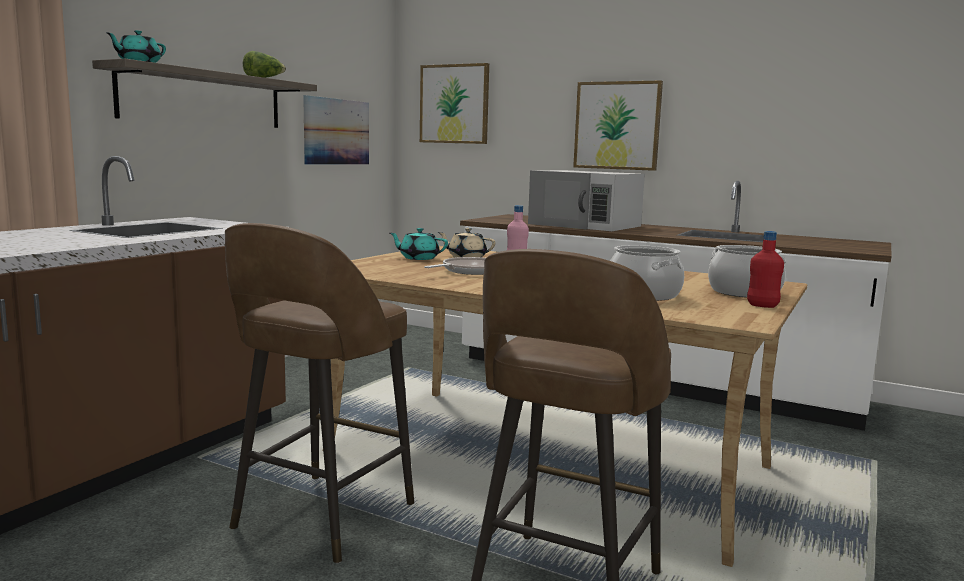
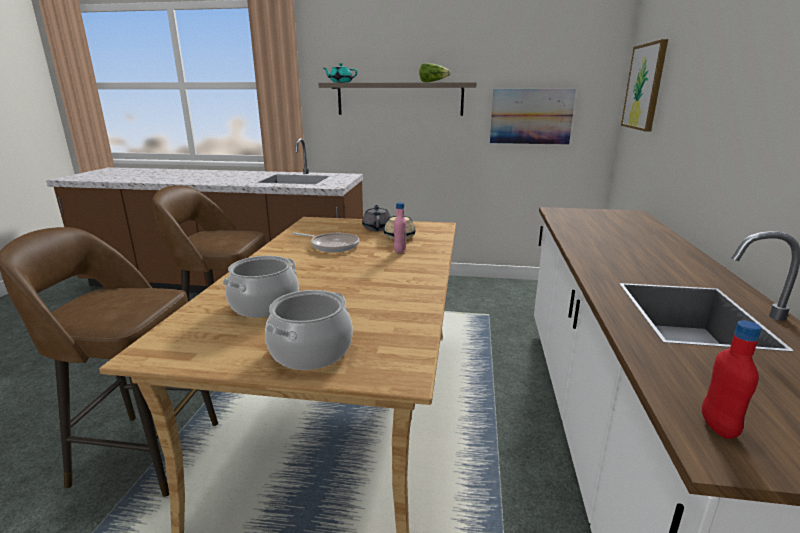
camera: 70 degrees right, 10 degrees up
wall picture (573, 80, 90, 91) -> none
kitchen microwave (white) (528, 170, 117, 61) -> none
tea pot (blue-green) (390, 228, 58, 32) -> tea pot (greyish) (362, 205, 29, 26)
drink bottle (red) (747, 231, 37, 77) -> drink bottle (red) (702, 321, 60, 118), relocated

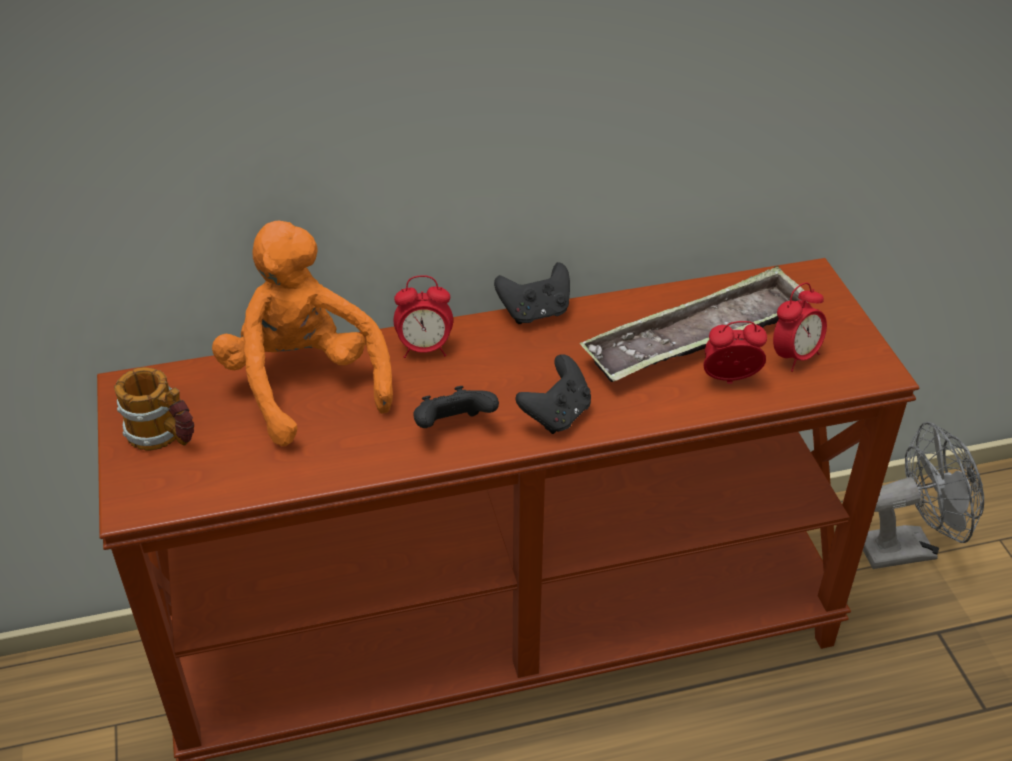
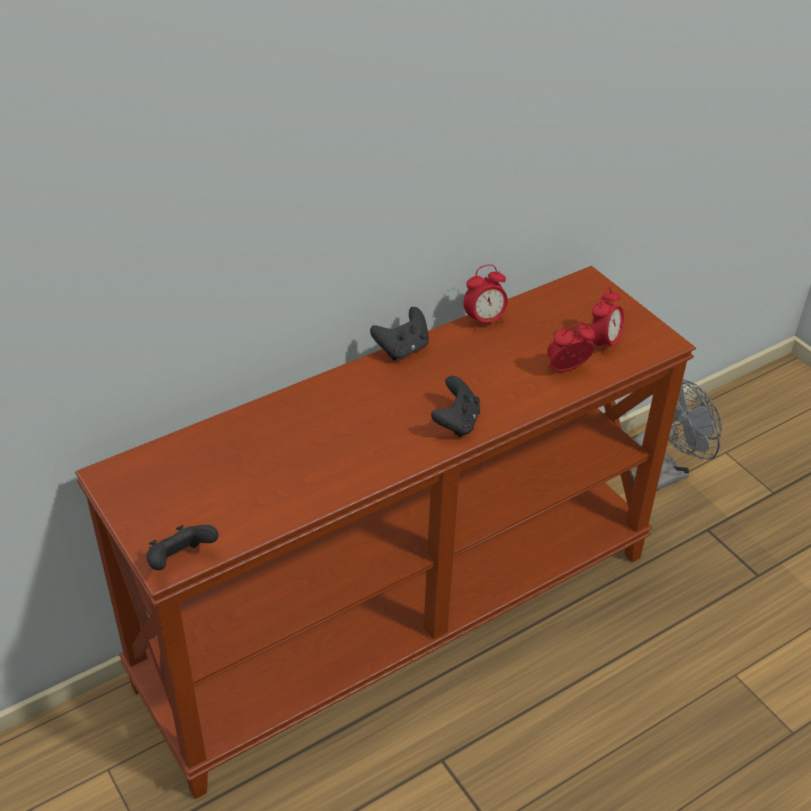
camera: 20 degrees left, 0 degrees up
cuddly toy (orange) (212, 220, 181, 226) -> none
tray (580, 266, 225, 116) -> none
alarm clock (394, 275, 59, 83) -> alarm clock (464, 264, 44, 65), relocated
tea mug (114, 367, 80, 84) -> none
game controller (black-coloured) (413, 386, 86, 42) -> game controller (black-coloured) (146, 525, 72, 45), relocated

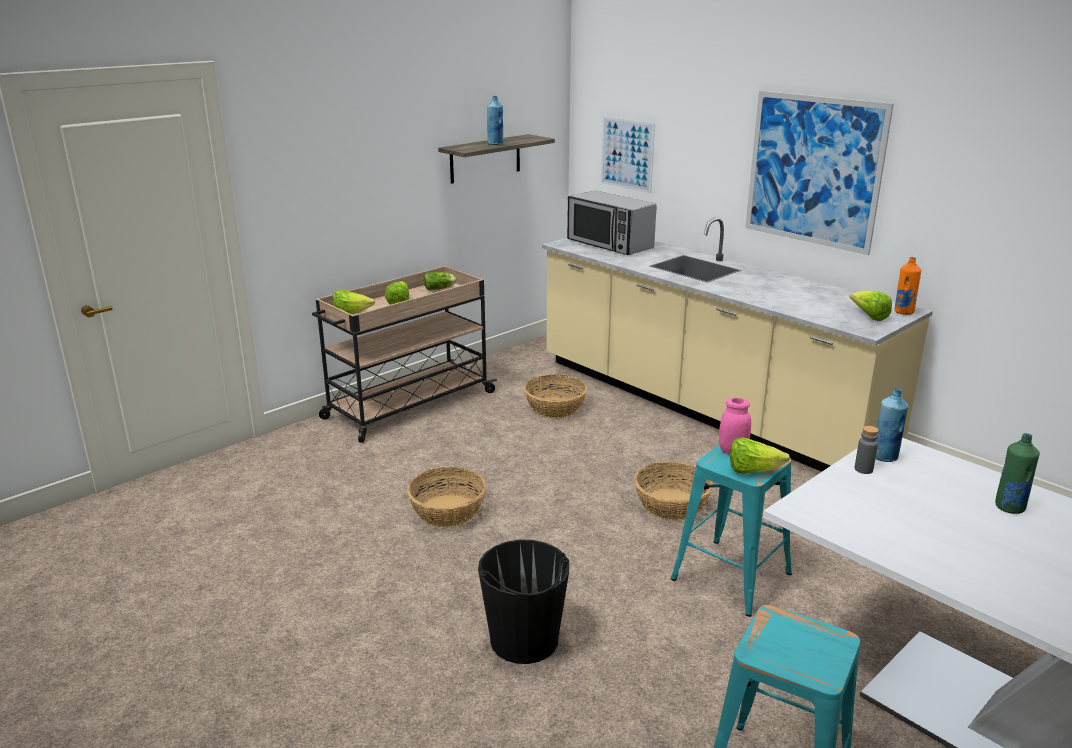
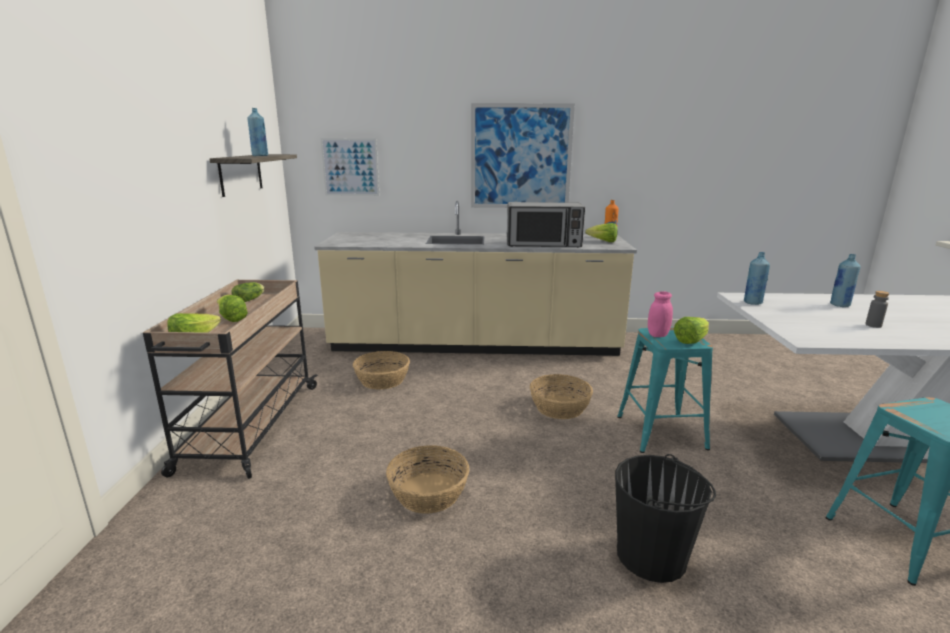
camera: 45 degrees left, 5 degrees down
kitchen microwave (567, 190, 90, 65) -> kitchen microwave (507, 202, 78, 45), relocated
drink bottle (greyish) (855, 426, 24, 48) -> drink bottle (greyish) (865, 291, 24, 37), relocated
drink bottle (green) (995, 433, 45, 81) -> drink bottle (bluish) (830, 254, 31, 53)

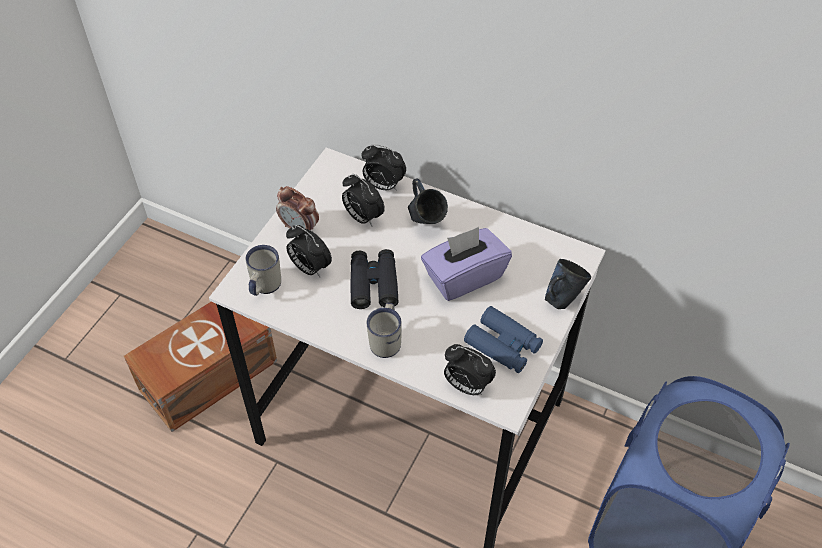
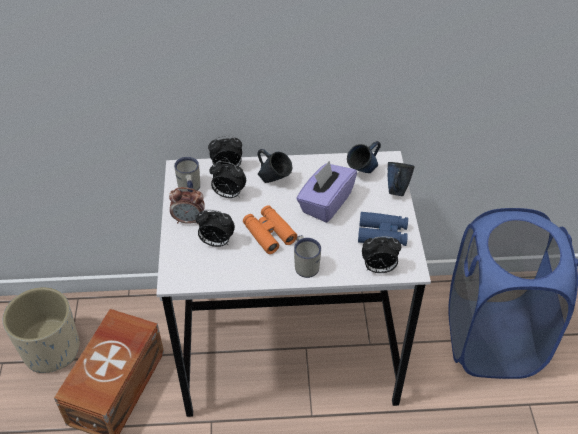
camera: 30 degrees left, 5 degrees down
tea mug (white) (245, 245, 36, 51) -> tea mug (white) (174, 157, 26, 35), relocated
field glasses (black-coloured) (350, 249, 49, 60) -> field glasses (orange) (243, 205, 55, 49)
none -> tea mug (bluish) (347, 141, 34, 32)
none -> flower pot (beige) (3, 287, 76, 86)

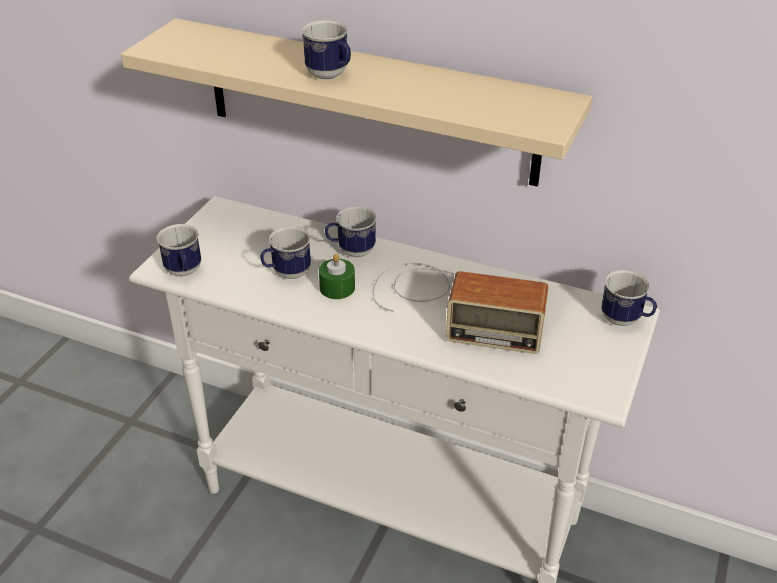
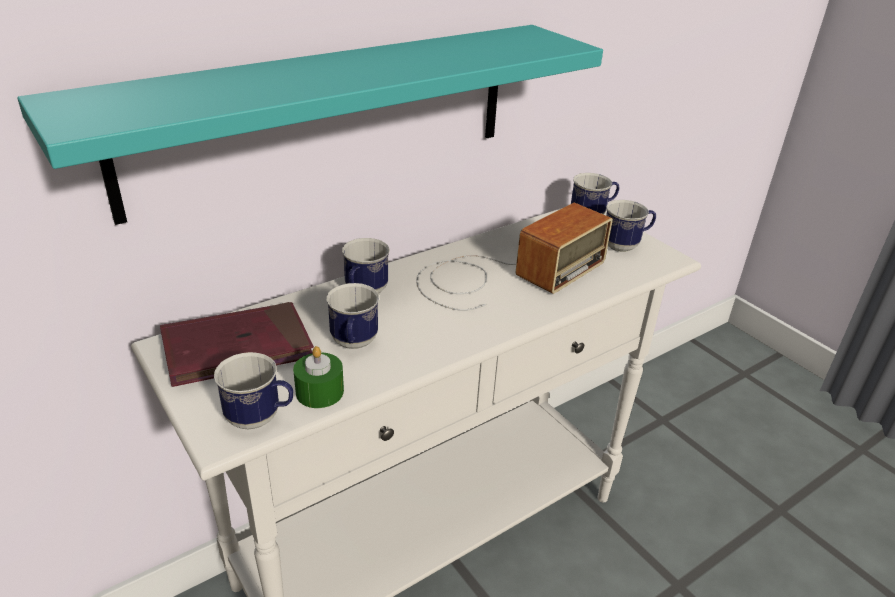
camera: 60 degrees left, 5 degrees down
bracket shelf (beige) (121, 18, 471, 168) -> bracket shelf (blue-green) (17, 25, 586, 200)
tea mug (301, 20, 50, 60) -> tea mug (606, 200, 50, 52), relocated
candle (green) (319, 254, 36, 45) -> candle (green) (293, 346, 51, 62), relocated
none -> volume (red) (160, 302, 154, 85)

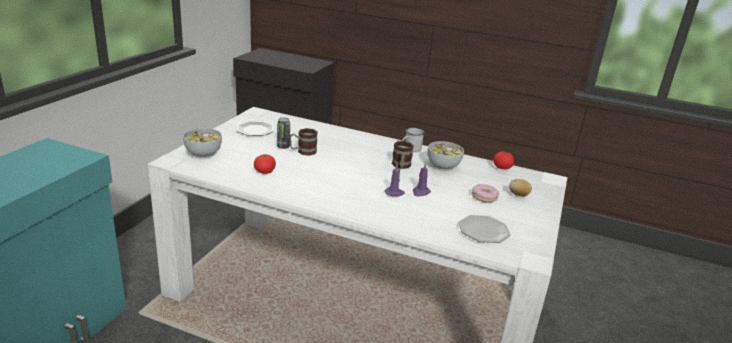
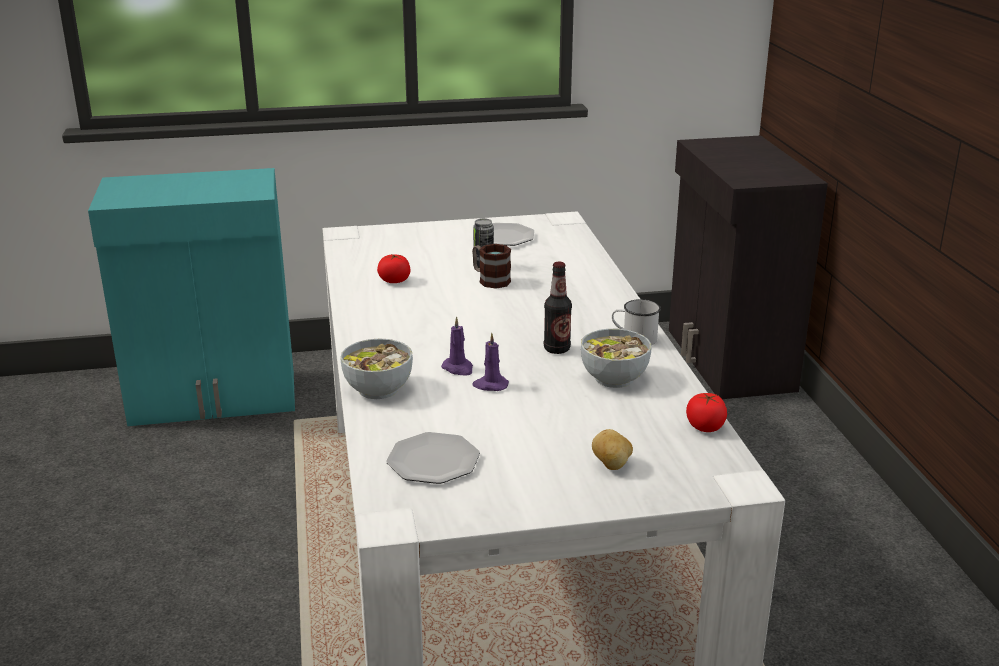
camera: 60 degrees right, 0 degrees up
deep dish (183, 128, 39, 31) -> deep dish (340, 339, 73, 60), relocated
tea mug (392, 141, 22, 28) -> drink bottle (544, 261, 28, 93)
doughnut (472, 184, 27, 18) -> none

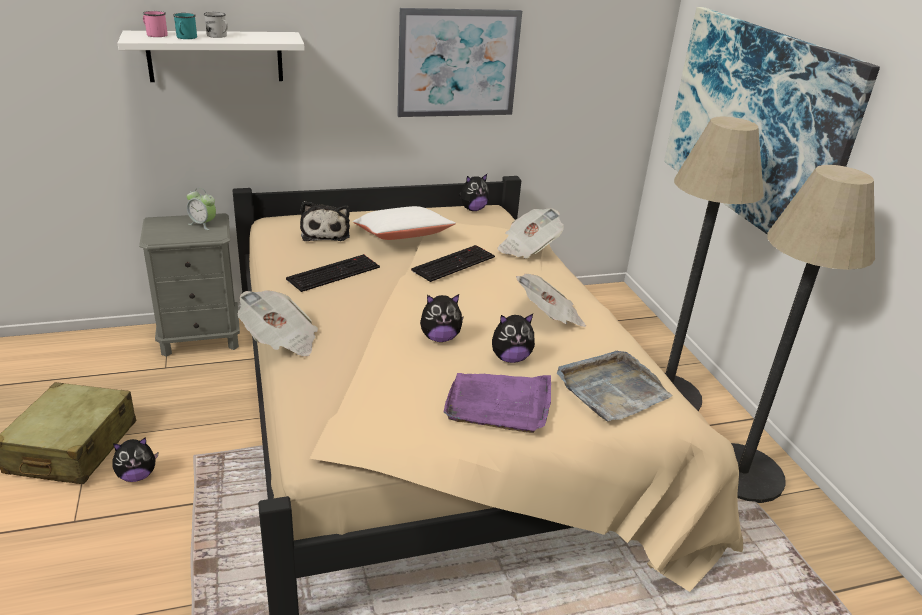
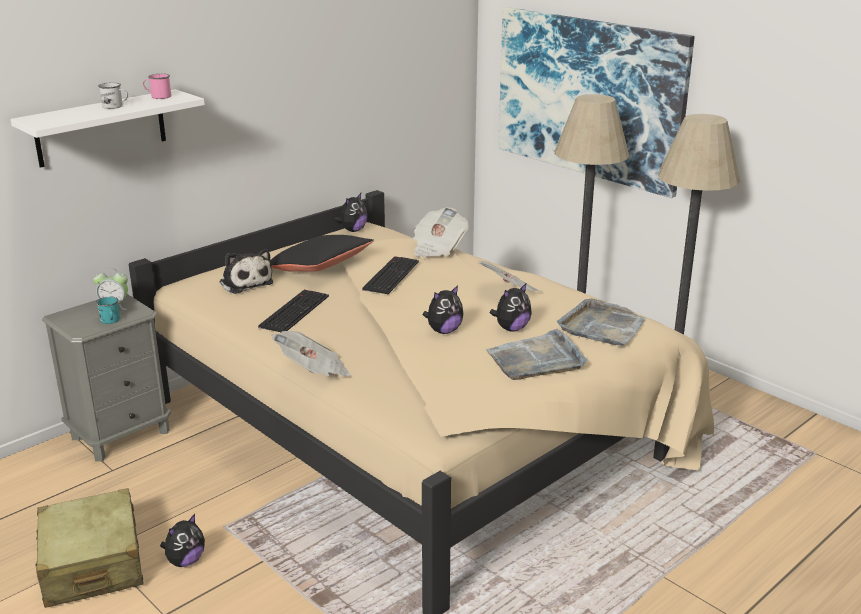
camera: 25 degrees left, 5 degrees down
wall picture (397, 8, 125, 109) -> none
tea mug (pink-coloured) (143, 11, 25, 26) -> tea mug (pink-coloured) (143, 74, 28, 25), relocated
tea mug (blue-green) (173, 13, 24, 26) -> tea mug (blue-green) (96, 297, 24, 27), relocated
throw pillow (white) (353, 206, 103, 34) -> throw pillow (black-coloured) (270, 235, 104, 37)
tray (purple) (444, 373, 107, 60) -> tray (greyish) (486, 328, 101, 52)

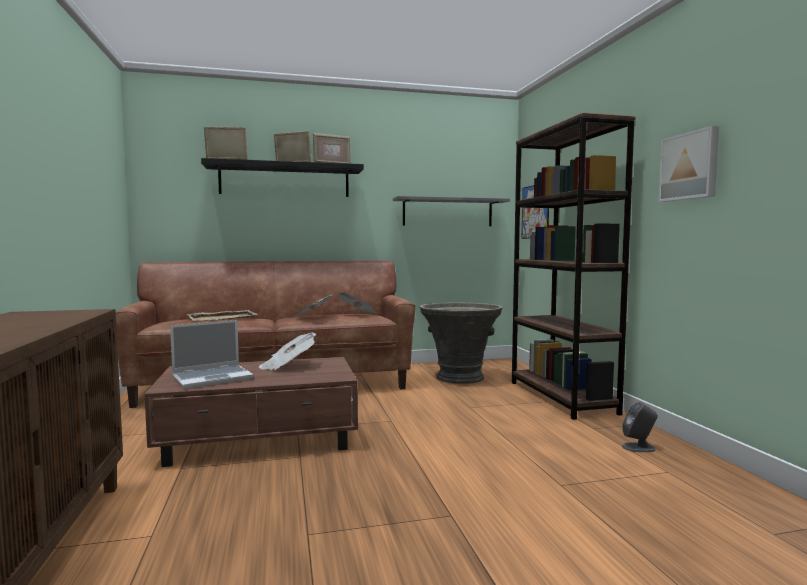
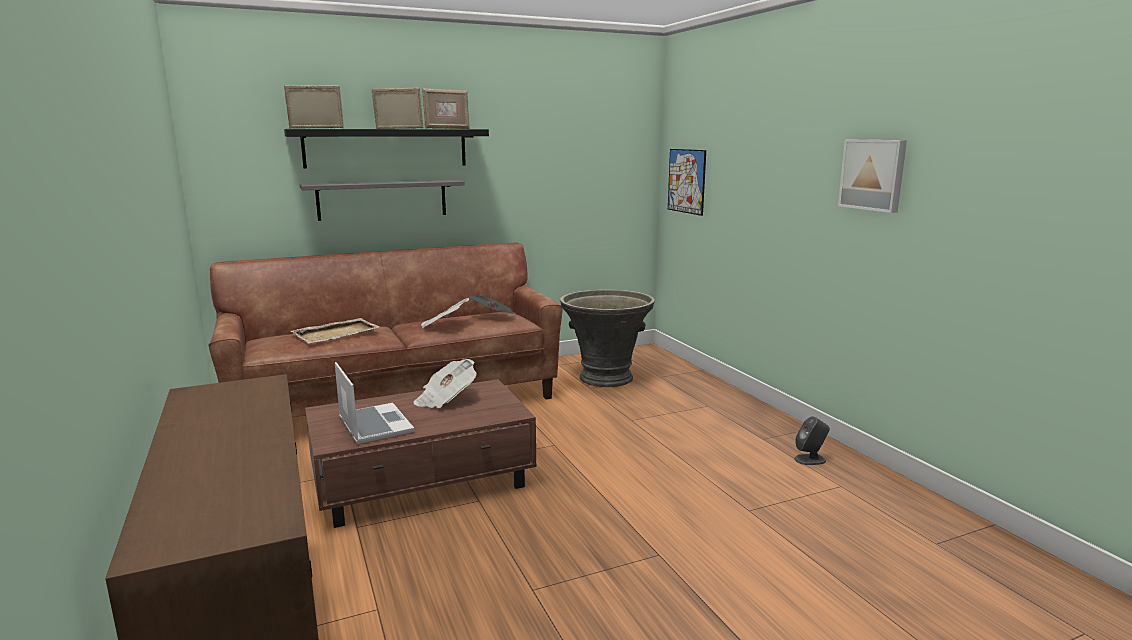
camera: 10 degrees left, 10 degrees up
bookcase (brownish) (512, 113, 124, 307) -> none
bracket shelf (greyish) (393, 196, 117, 30) -> bracket shelf (greyish) (300, 180, 165, 41), relocated
notebook computer (170, 320, 84, 69) -> notebook computer (335, 362, 79, 82), 75 degrees counterclockwise

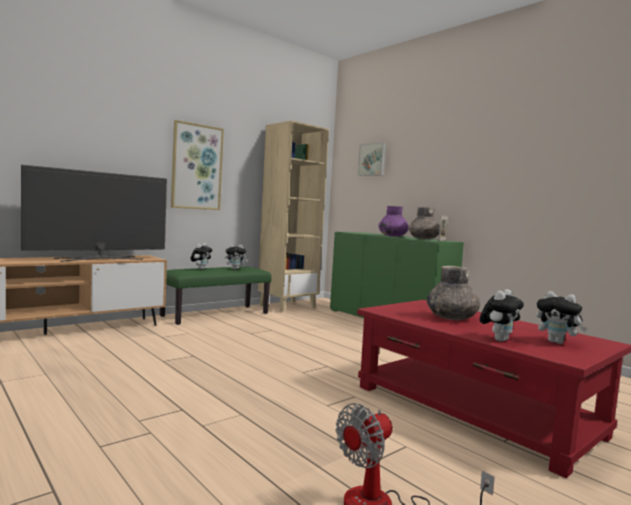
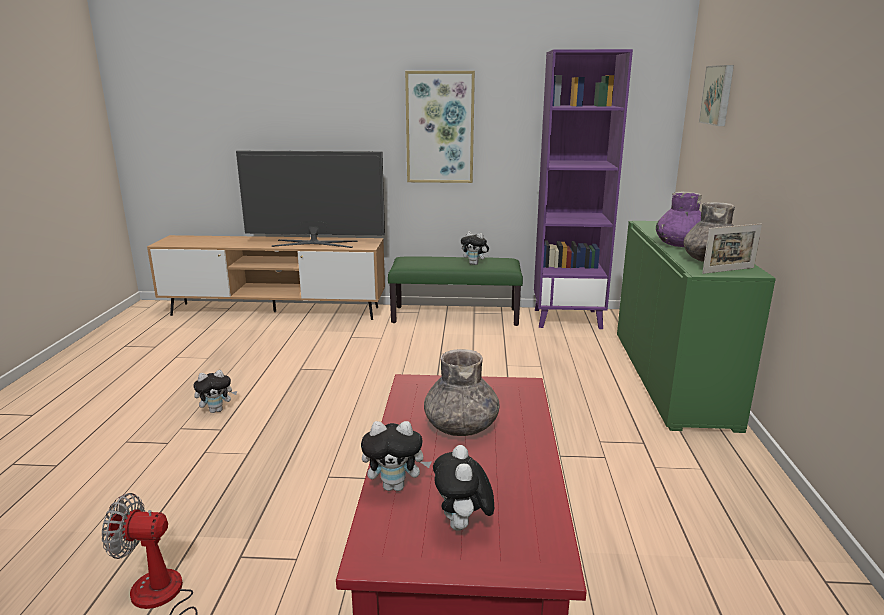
camera: 45 degrees right, 15 degrees up
bookcase (beige) (258, 121, 71, 192) -> bookcase (purple) (534, 49, 99, 280)
cuddly toy (190, 243, 22, 27) -> cuddly toy (193, 370, 44, 43), relocated

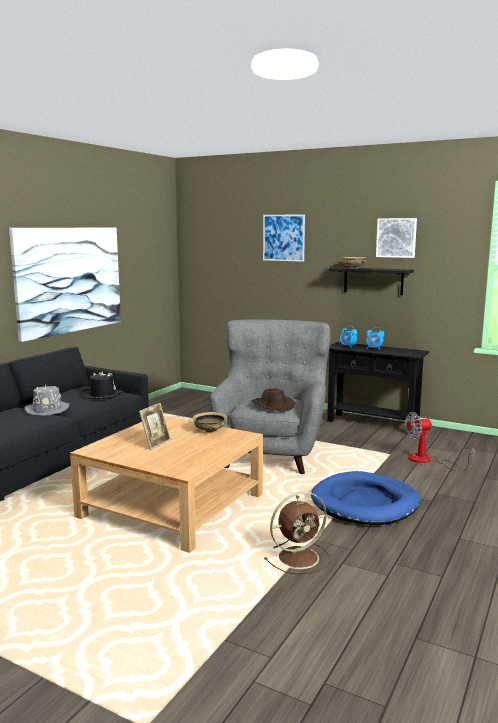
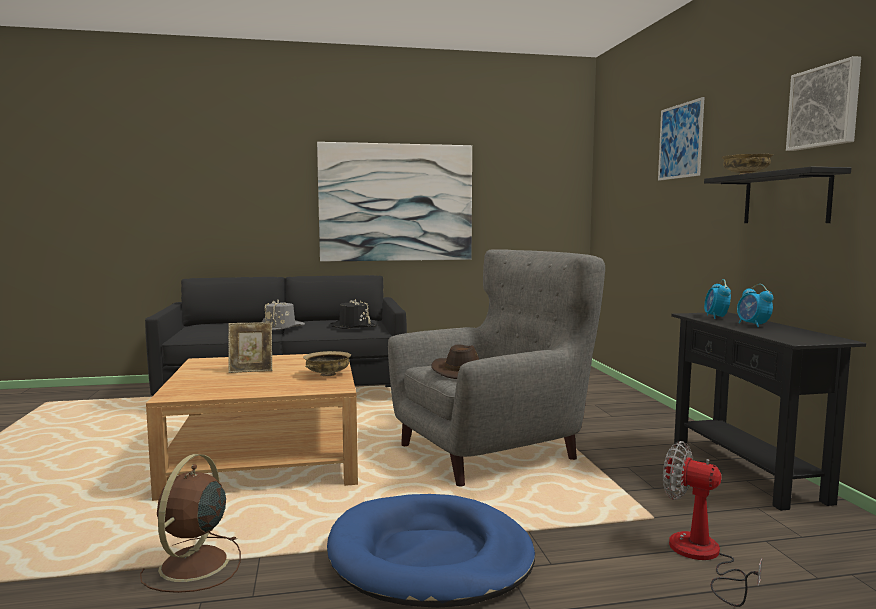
camera: 50 degrees right, 5 degrees down
cooling fan (brownish) (264, 491, 66, 83) -> cooling fan (brownish) (140, 454, 101, 139), 75 degrees clockwise

